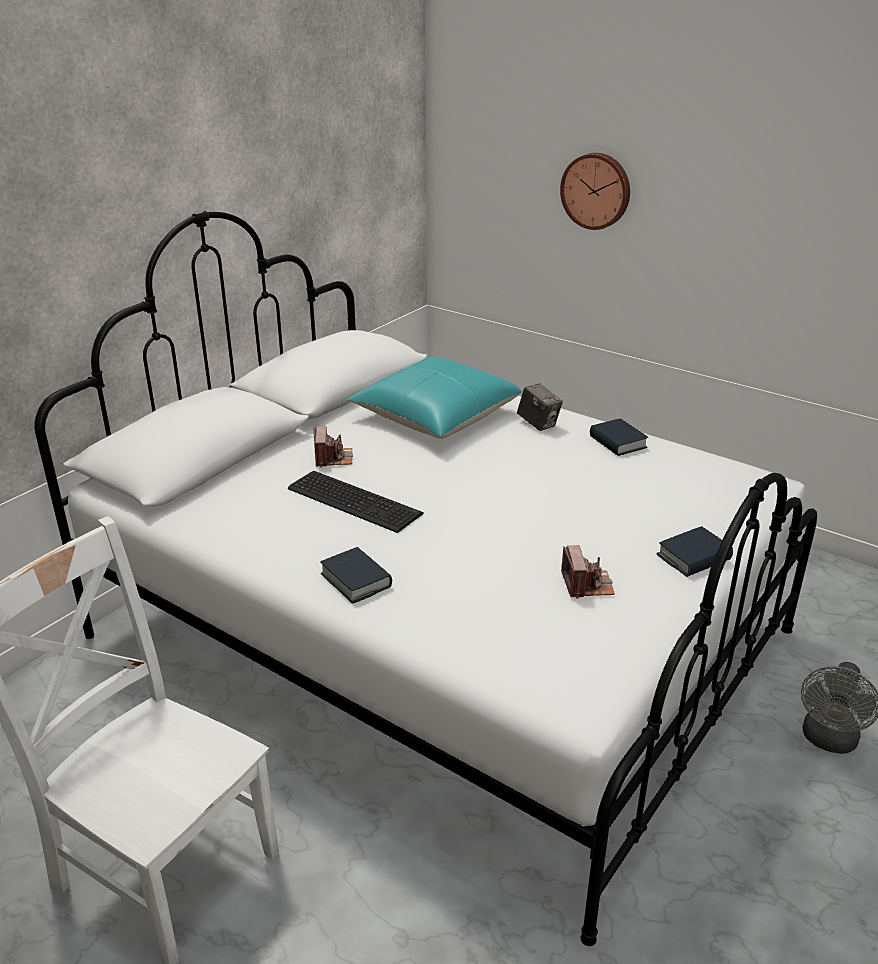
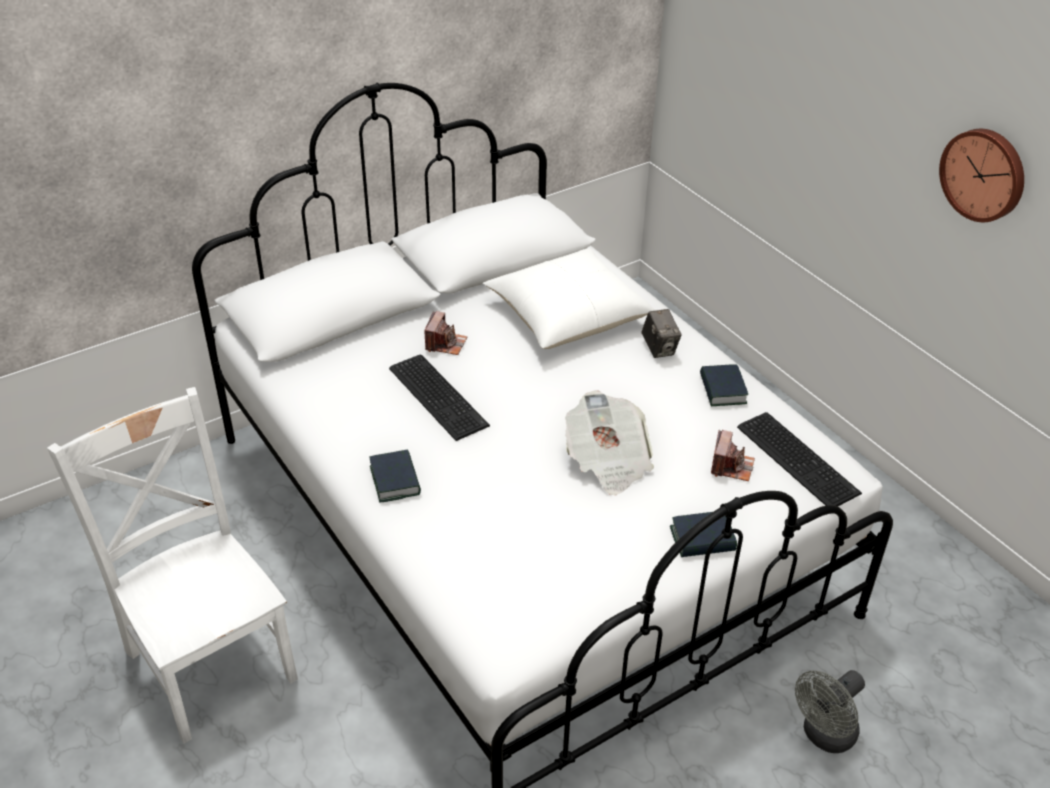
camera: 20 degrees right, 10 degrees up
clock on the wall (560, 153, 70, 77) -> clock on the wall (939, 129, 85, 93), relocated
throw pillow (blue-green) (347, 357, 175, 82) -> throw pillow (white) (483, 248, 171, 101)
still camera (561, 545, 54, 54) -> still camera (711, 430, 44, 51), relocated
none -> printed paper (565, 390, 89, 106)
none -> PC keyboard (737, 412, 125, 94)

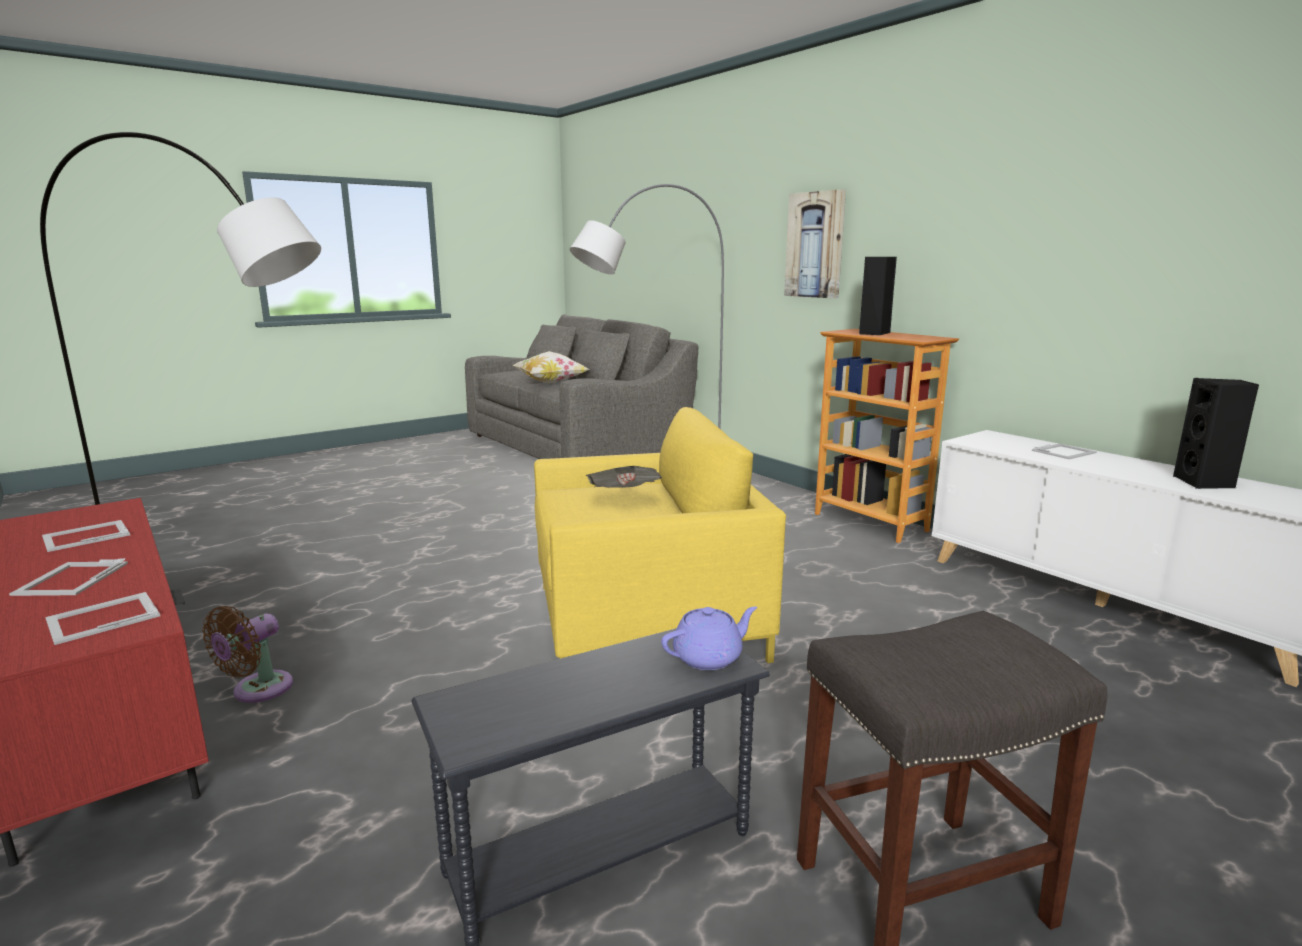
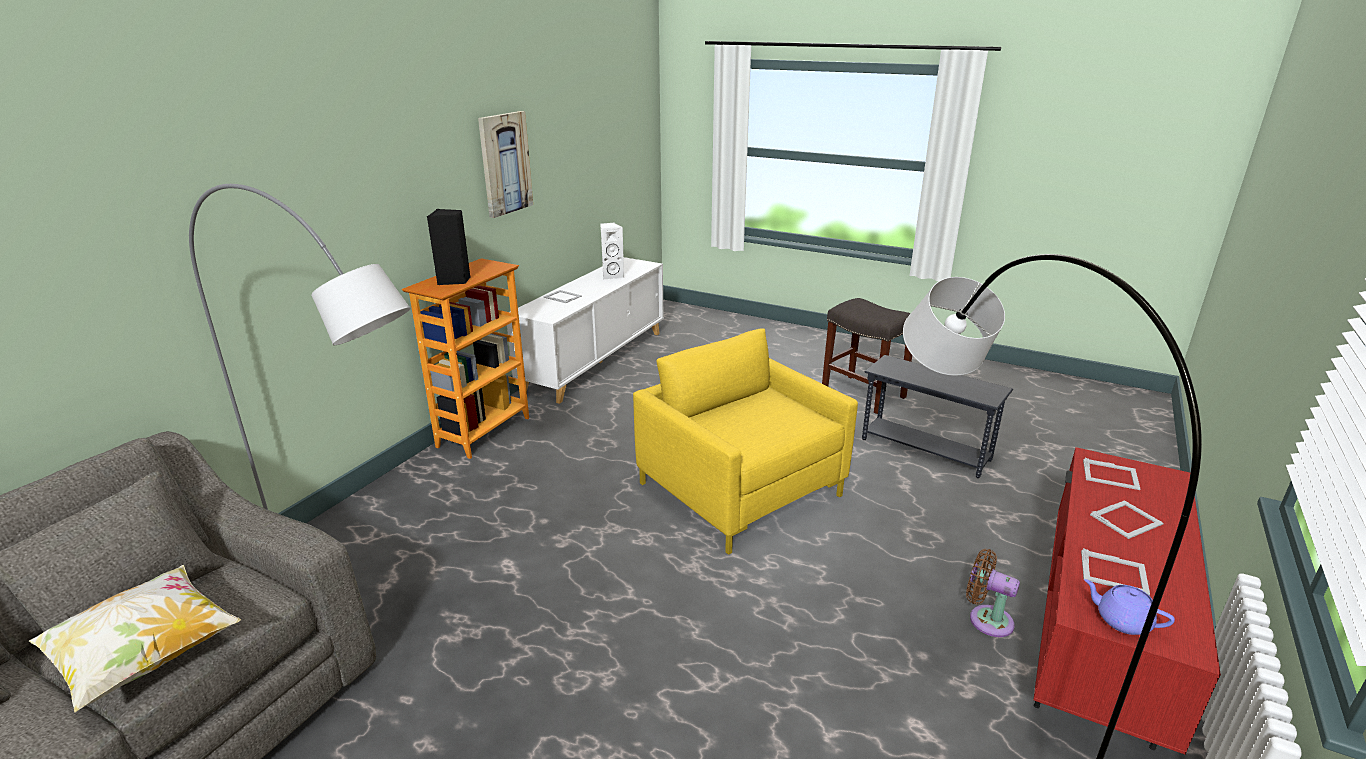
camera: 115 degrees left, 10 degrees up
wall picture (784, 189, 62, 110) -> wall picture (478, 111, 55, 107), relocated
loudspeaker (black-coloured) (1173, 378, 86, 111) -> loudspeaker (white) (600, 222, 24, 58)
printed paper (586, 466, 76, 22) -> none
cooling fan (brownish) (202, 606, 91, 97) -> cooling fan (brownish) (966, 549, 54, 88), 150 degrees counterclockwise
tea pot (purple) (661, 606, 96, 64) -> tea pot (purple) (1084, 579, 91, 56), relocated

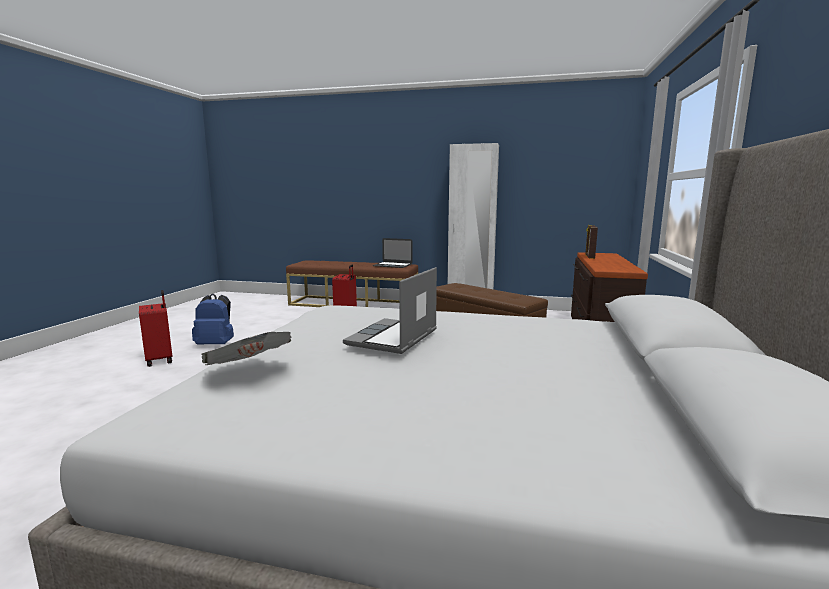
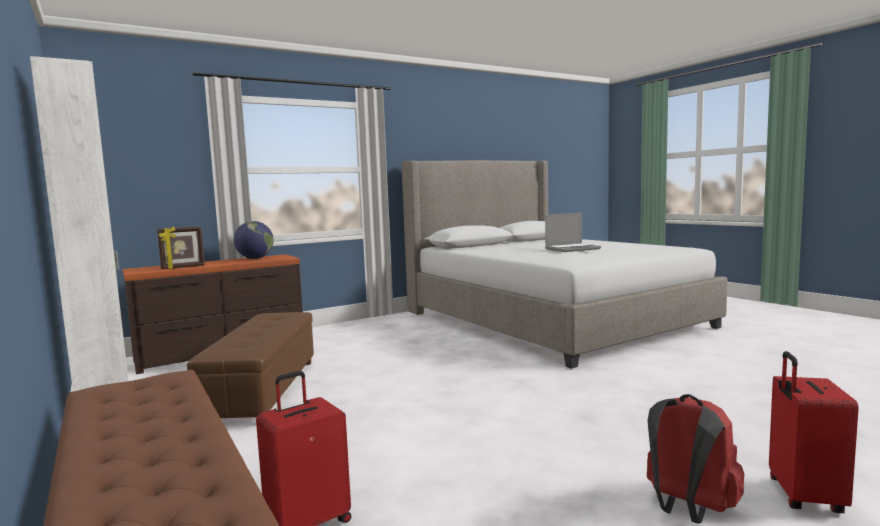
camera: 135 degrees left, 5 degrees down
notebook computer (372, 238, 41, 30) -> none
rucksack (bluish) (192, 294, 42, 51) -> rucksack (red) (647, 394, 97, 130)
printed paper (201, 332, 91, 33) -> none
none -> desk globe (234, 221, 40, 38)

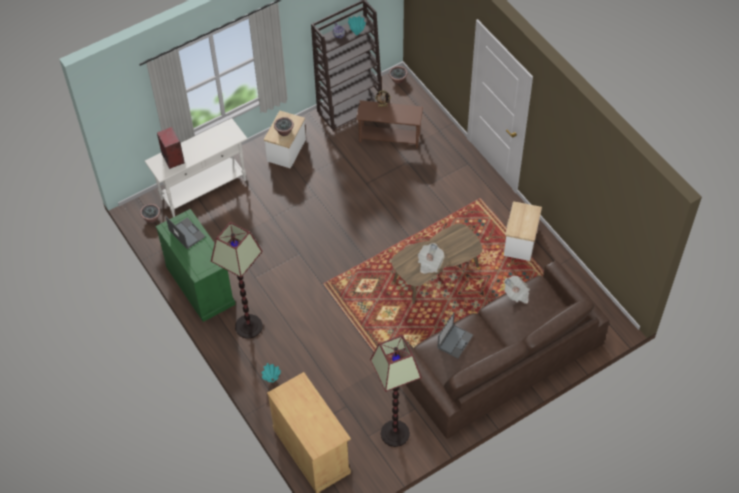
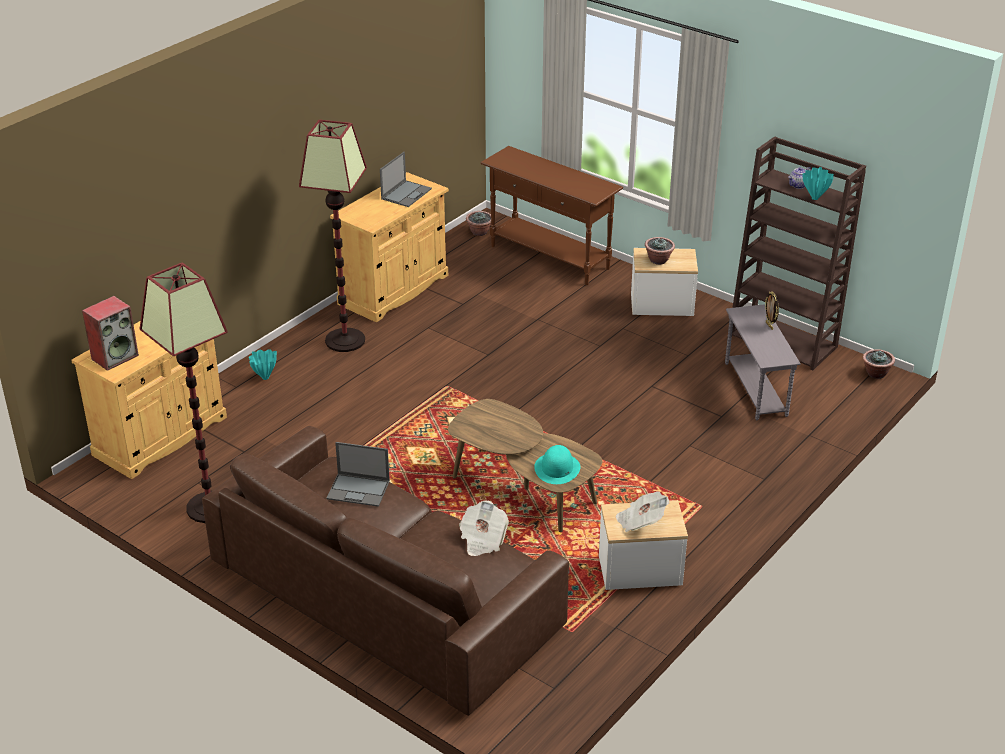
camera: 70 degrees right, 20 degrees down
accent table (brownish) (356, 100, 67, 48) -> accent table (greyish) (725, 305, 76, 115)
narrow table (white) (144, 118, 104, 99) -> narrow table (brownish) (481, 146, 142, 139)
loudspeaker (157, 127, 28, 42) -> loudspeaker (82, 296, 57, 75), relocated
storage cabinet (green) (156, 209, 79, 113) -> storage cabinet (beige) (330, 172, 119, 150)
printed paper (418, 243, 27, 31) -> printed paper (616, 491, 53, 41), relocated
none -> hat (blue-green) (534, 445, 46, 39)

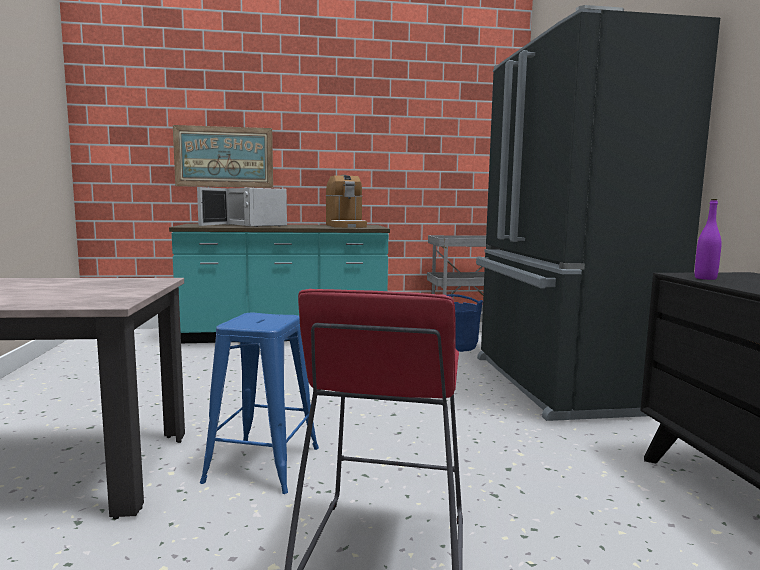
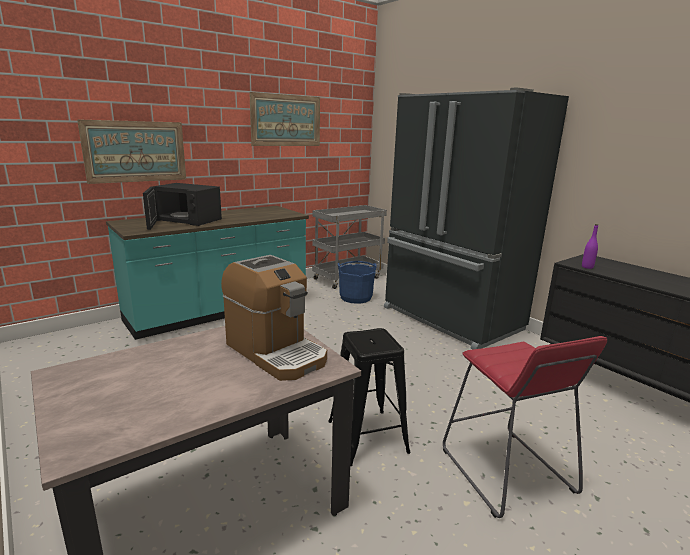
camera: 30 degrees left, 10 degrees up
coffee brewer (326, 175, 41, 53) -> coffee brewer (221, 255, 106, 126), relocated
kitchen microwave (white) (197, 187, 90, 40) -> kitchen microwave (black-coloured) (143, 183, 79, 47)
sitting stool (bluish) (200, 313, 119, 181) -> sitting stool (black-coloured) (328, 328, 83, 138)
none -> wall picture (249, 92, 71, 54)

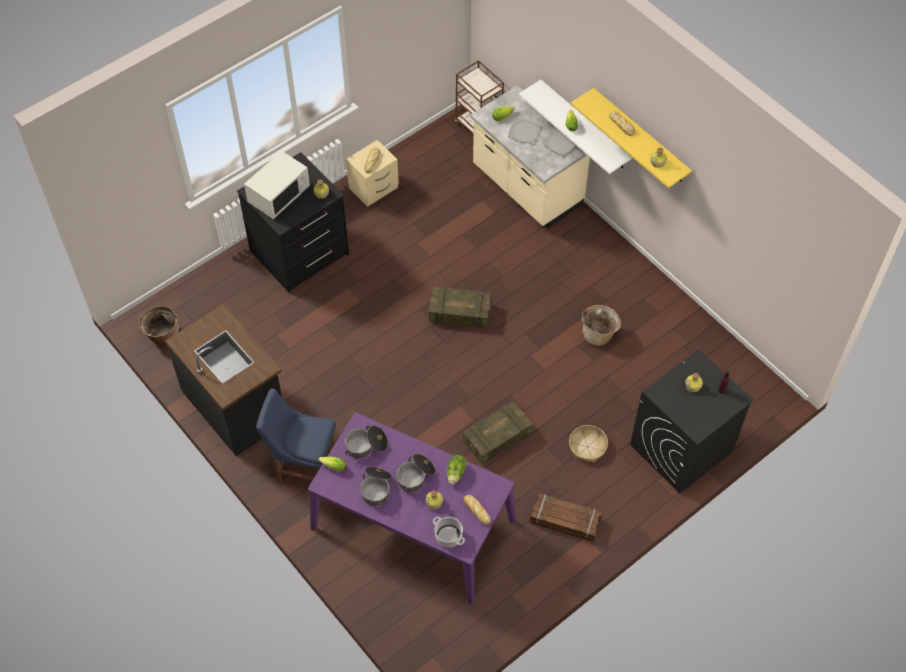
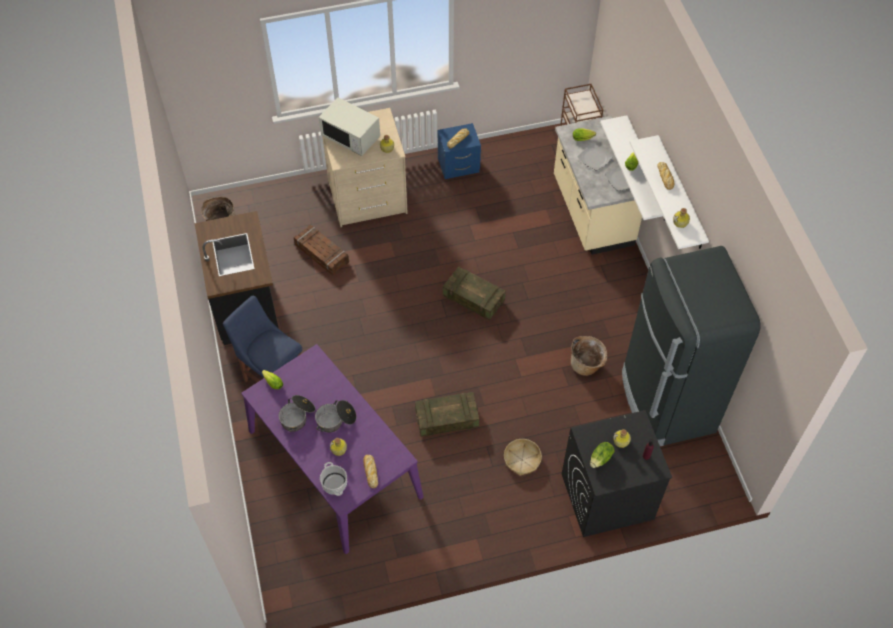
camera: 25 degrees right, 0 degrees up
bracket shelf (yellow-coloured) (571, 88, 121, 100) -> bracket shelf (white) (630, 135, 79, 114)
nightstand (beige) (346, 140, 53, 67) -> nightstand (bluish) (438, 123, 43, 56)
kitchen microwave (white) (244, 151, 66, 68) -> kitchen microwave (white) (319, 97, 61, 59), 60 degrees clockwise
dresser (black-coloured) (237, 152, 112, 141) -> dresser (beige) (322, 108, 86, 119)
saucepot (345, 426, 43, 32) -> none
lettuce (447, 455, 19, 30) -> lettuce (590, 442, 24, 26), relocated
packing crate (530, 494, 72, 48) -> packing crate (294, 225, 55, 50), relocated
none -> refrigerator (black-coloured) (622, 246, 139, 200)

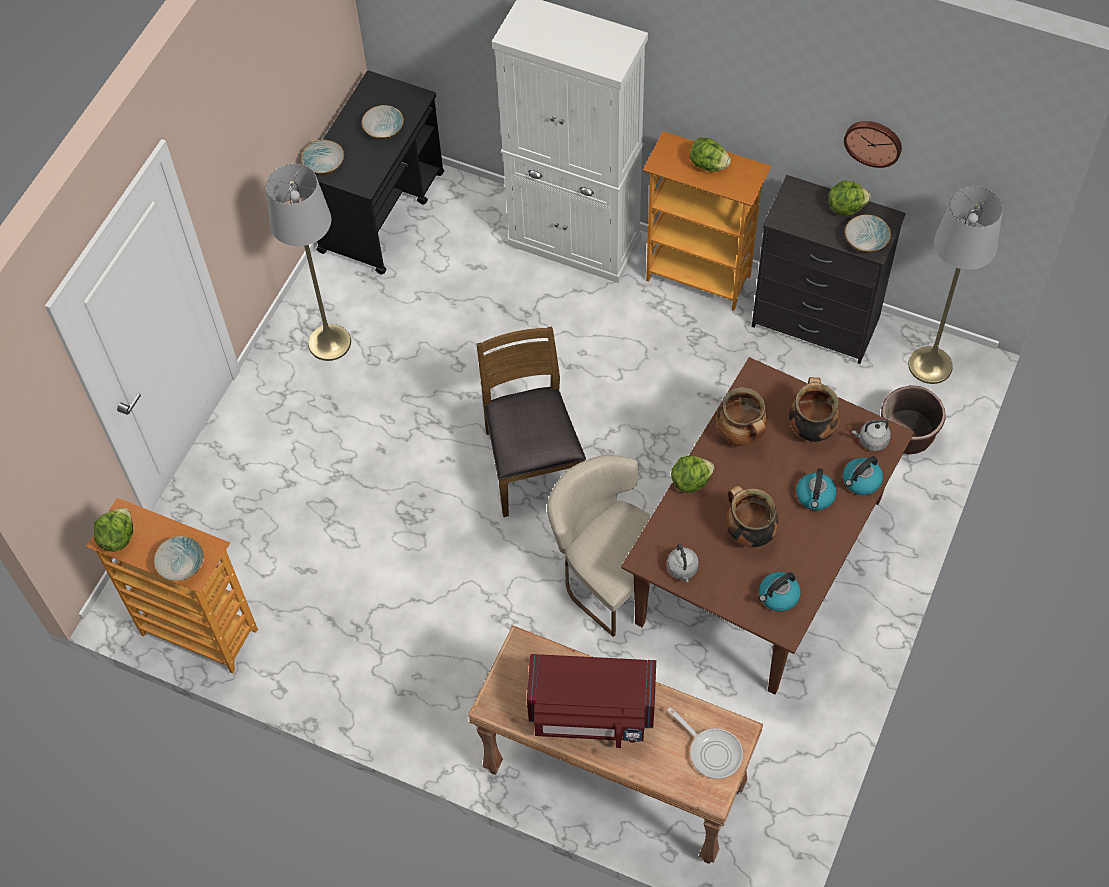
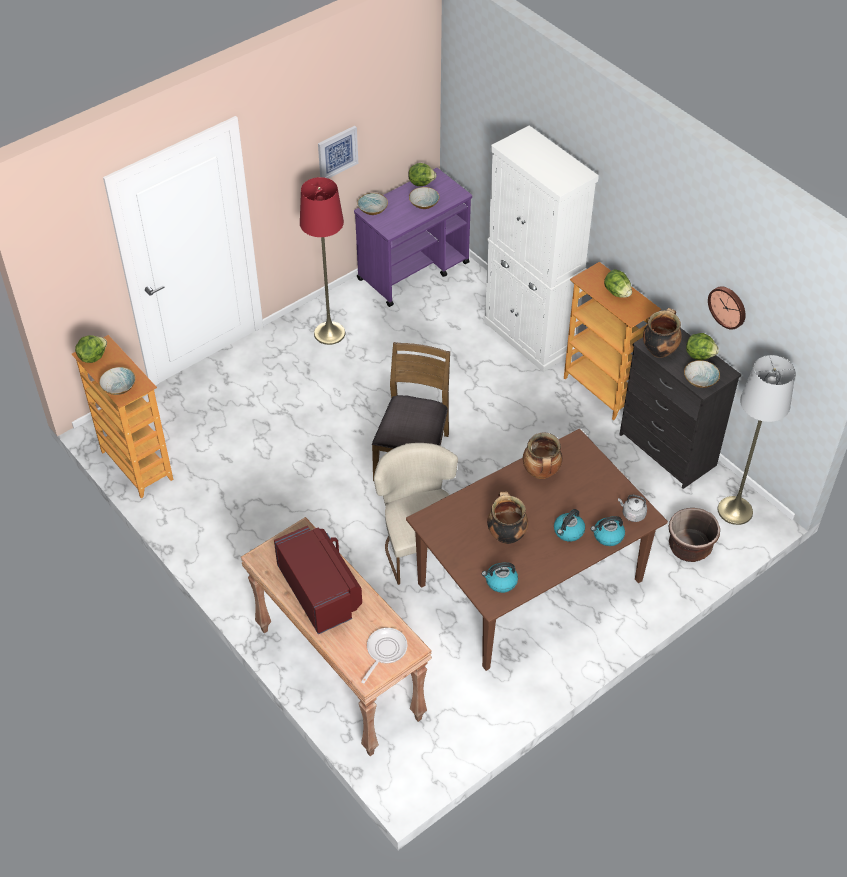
camera: 25 degrees right, 10 degrees down
trolley (black-coloured) (315, 71, 129, 203) -> trolley (purple) (354, 168, 118, 139)
standard lamp (greyish) (266, 164, 85, 197) -> standard lamp (red) (300, 177, 45, 168)
saucepot (789, 377, 51, 65) -> saucepot (643, 308, 39, 50), relocated
lettuce (671, 456, 43, 37) -> lettuce (408, 163, 29, 23), relocated
water kettle (greyish) (667, 543, 32, 39) -> none
kitchen microwave (red) (527, 654, 129, 94) -> kitchen microwave (red) (274, 526, 88, 108), 150 degrees counterclockwise
pan (667, 707, 76, 72) -> pan (361, 628, 46, 55), 135 degrees counterclockwise
none -> wall picture (318, 126, 40, 53)

